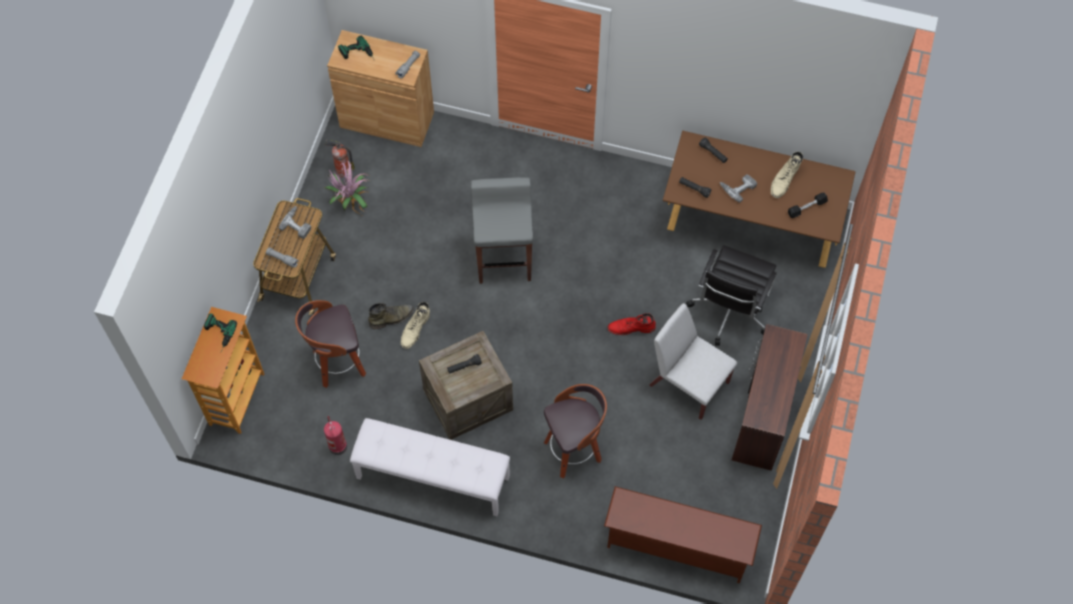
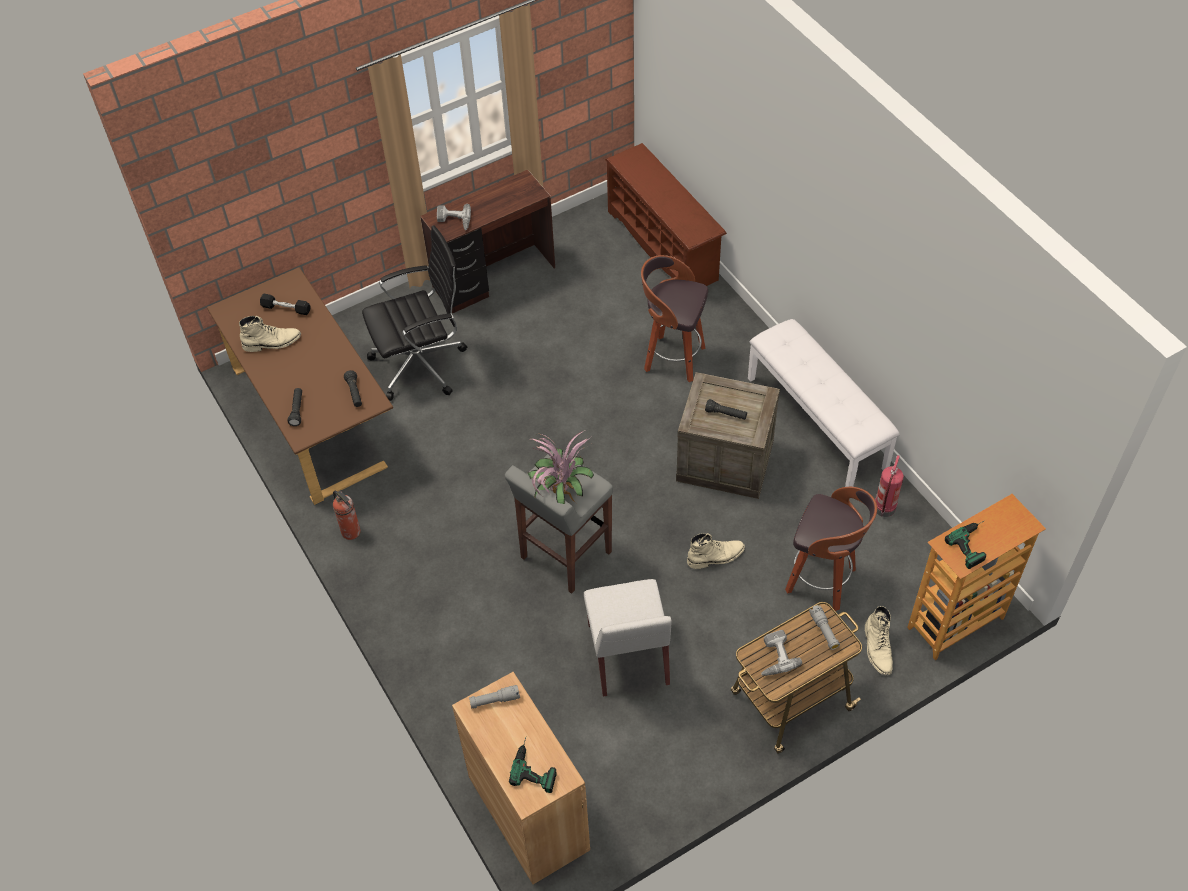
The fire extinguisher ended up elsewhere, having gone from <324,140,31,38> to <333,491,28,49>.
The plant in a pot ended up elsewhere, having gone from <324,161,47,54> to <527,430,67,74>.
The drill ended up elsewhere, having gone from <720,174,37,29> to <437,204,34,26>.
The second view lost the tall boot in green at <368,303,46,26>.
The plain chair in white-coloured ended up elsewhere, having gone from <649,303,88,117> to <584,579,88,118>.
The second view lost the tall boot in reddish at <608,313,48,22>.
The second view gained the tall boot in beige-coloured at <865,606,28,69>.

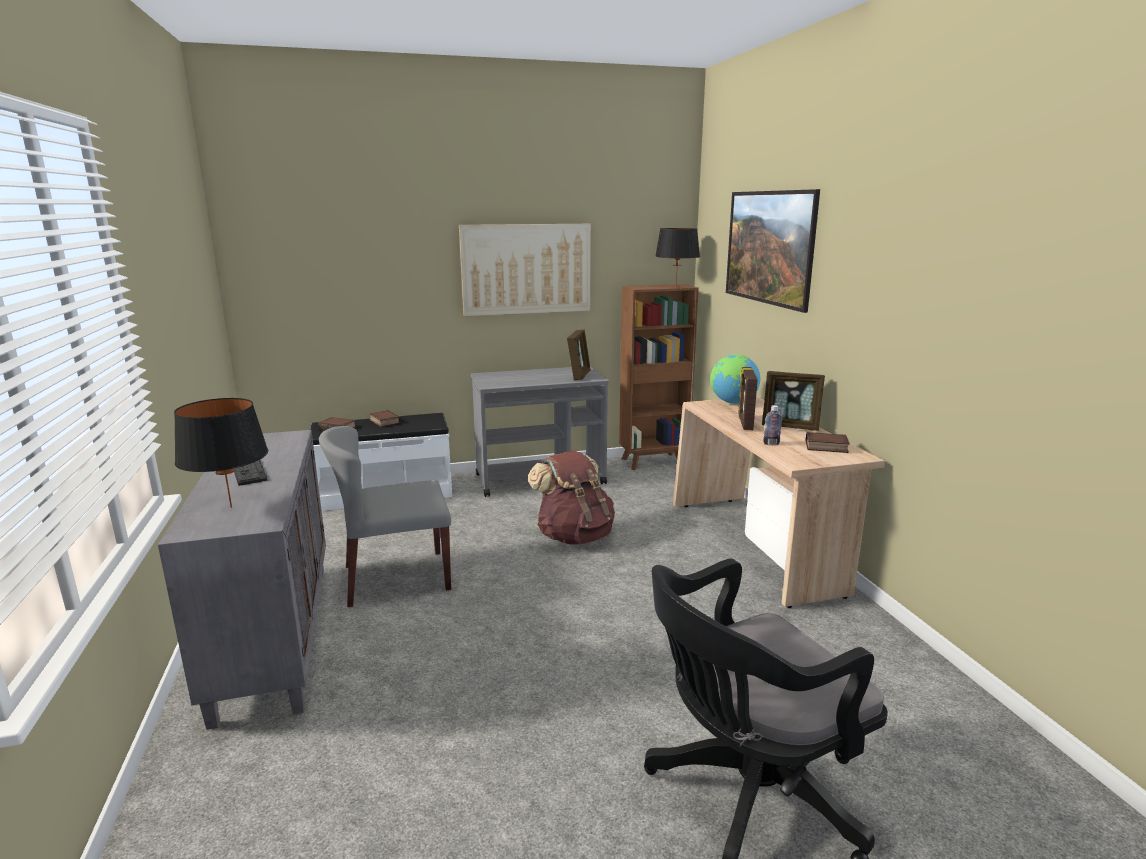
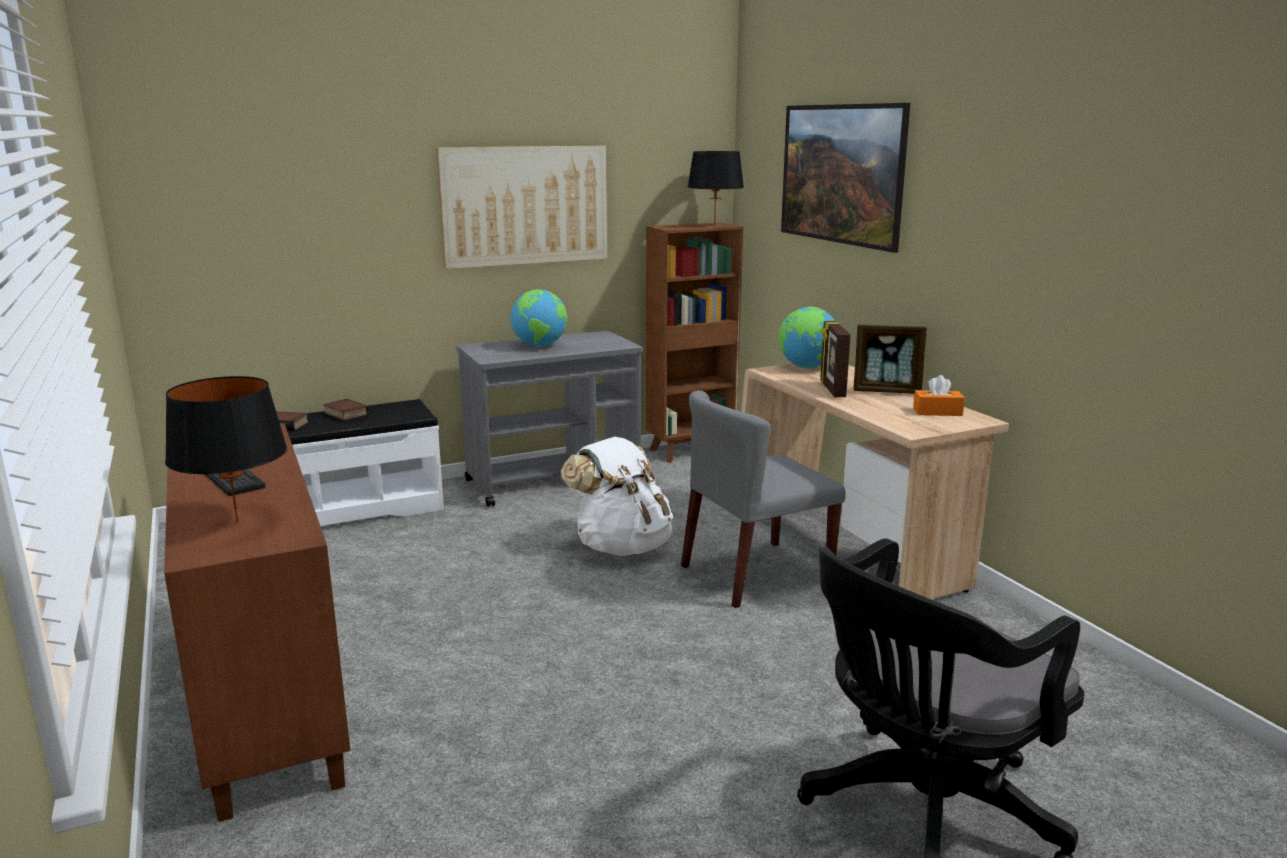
The second view lost the standing frame at <567,329,24,51>.
The second view lost the drink bottle at <763,405,19,40>.
The plain chair in gray ended up elsewhere, having gone from <319,426,132,181> to <681,390,165,218>.
What was the cupboard in gray at <158,430,168,300> turned into the cupboard in brown at <164,423,187,399>.
Where the book stood at <806,432,44,21>, the tissue holder in orange came to stand at <913,375,52,41>.
What was the backpack in brown at <528,450,87,94> turned into the backpack in white-coloured at <561,437,112,119>.
The second view gained the globe at <511,289,56,58>.

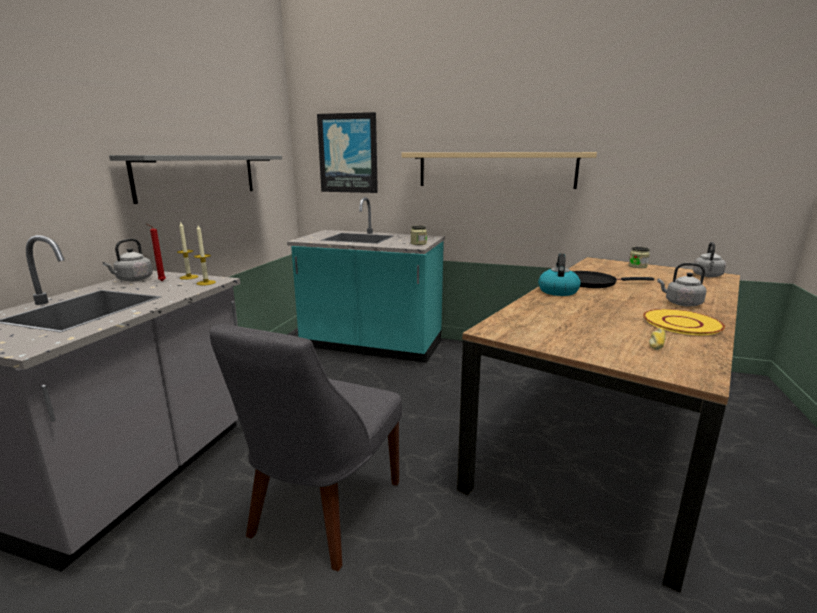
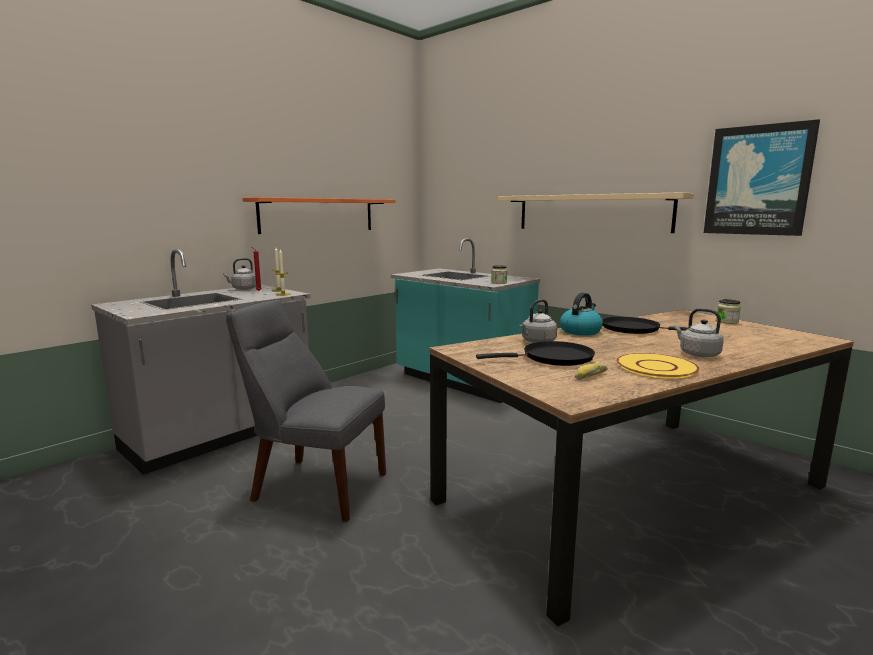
The wall art ended up elsewhere, having gone from <317,112,61,81> to <704,119,116,117>.
What was the bracket shelf in gray at <109,155,173,49> turned into the bracket shelf in orange at <243,197,152,37>.
The kettle in gray ended up elsewhere, having gone from <693,242,33,35> to <519,299,38,44>.
The plain chair in gray at <210,324,192,247> ended up facing another way, 60 degrees clockwise from before.
The second view gained the skillet in black-coloured at <476,341,119,25>.

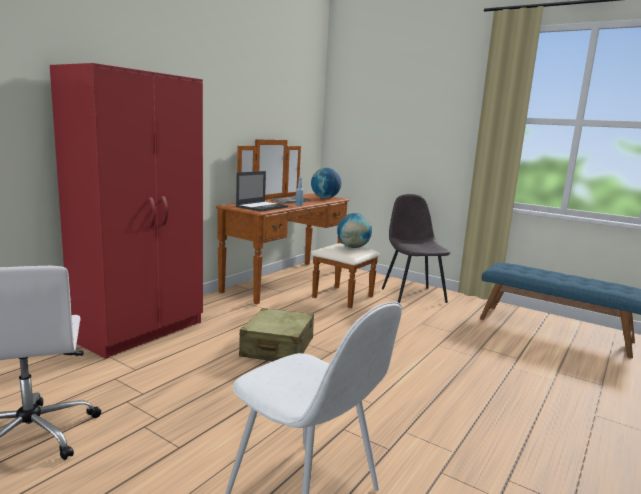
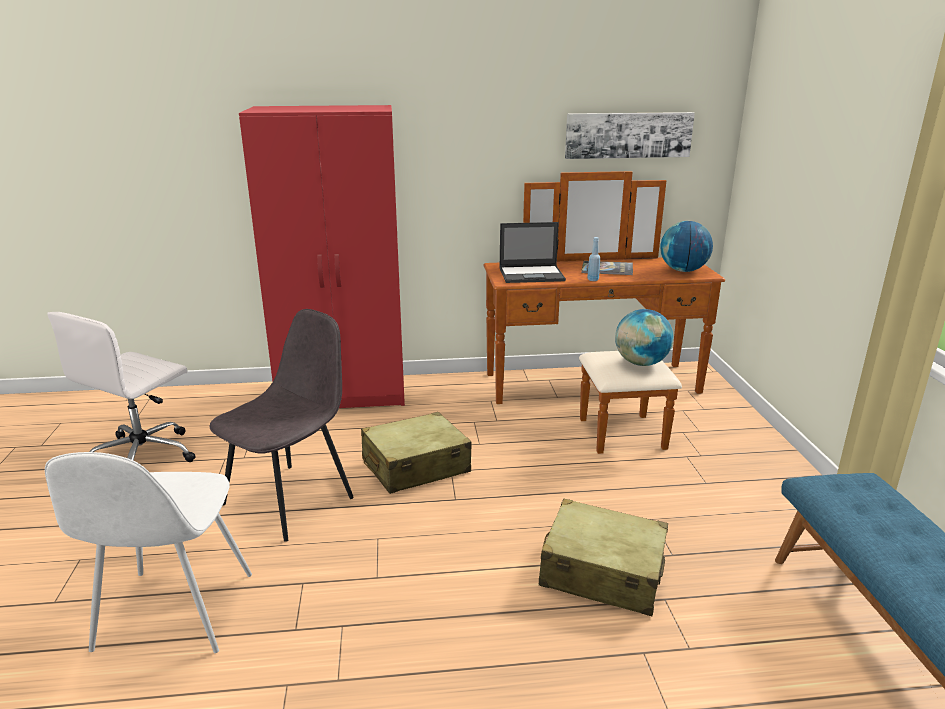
The plain chair in gray ended up elsewhere, having gone from <382,194,68,109> to <210,309,144,233>.
The second view gained the wall art at <565,112,130,47>.
The second view gained the suitcase in beige-coloured at <539,498,129,118>.

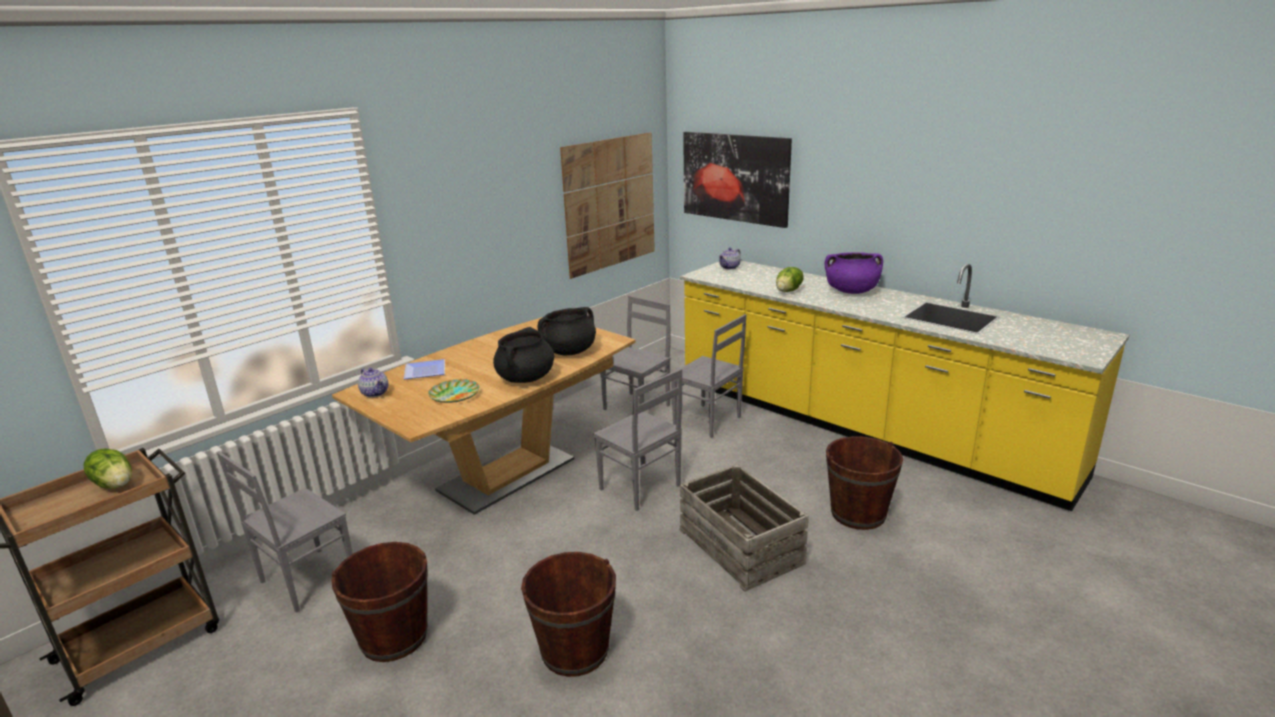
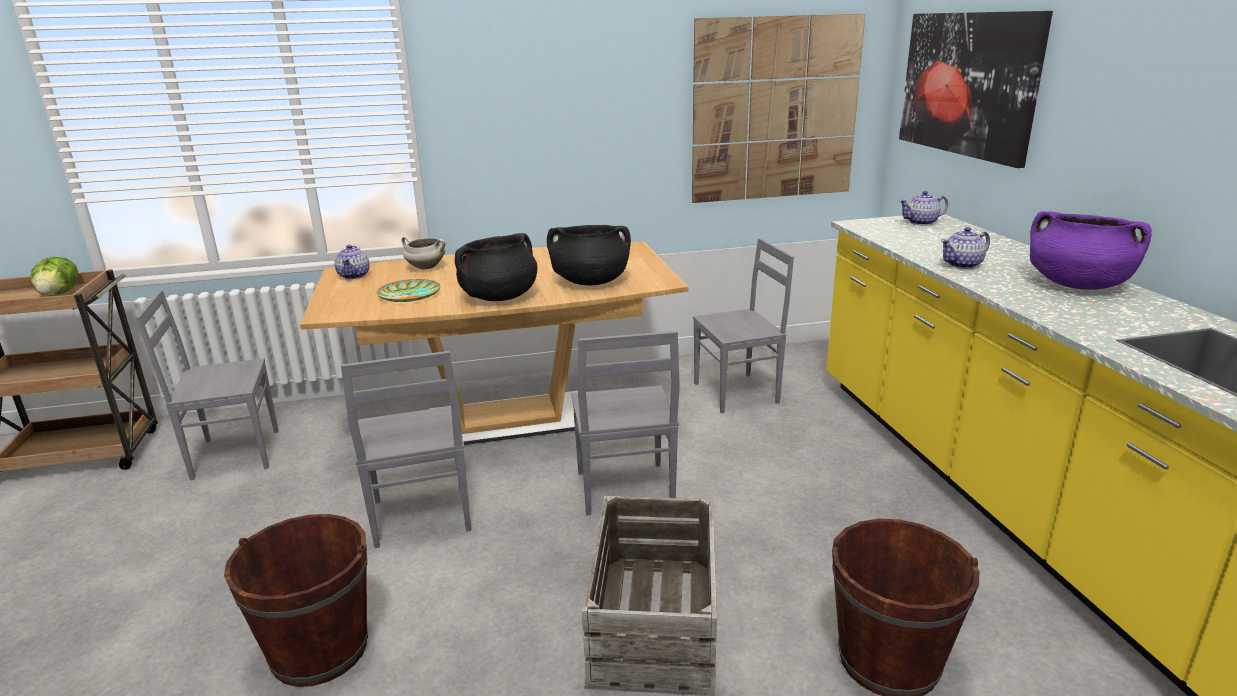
Where the lettuce stood at <776,267,28,25>, the tea pot came to stand at <941,227,49,42>.
The plain chair in gray ended up elsewhere, having gone from <671,314,75,124> to <341,351,130,197>.
Where the dinner plate stood at <404,359,41,20>, the saucepot in white-coloured came to stand at <401,236,45,34>.
The second view lost the pail in brown at <331,542,97,120>.

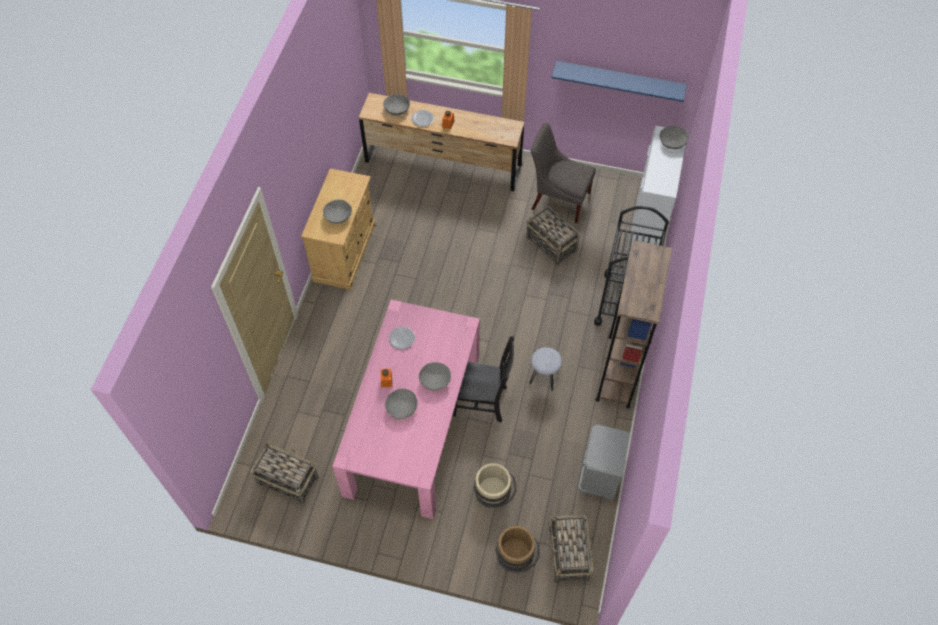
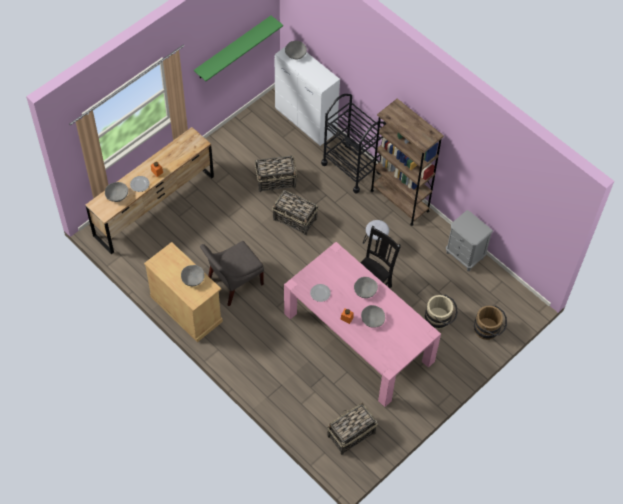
What was the bracket shelf in blue-coloured at <551,61,136,41> turned into the bracket shelf in green at <194,16,89,65>.
The plain chair in gray ended up elsewhere, having gone from <531,123,65,100> to <200,241,64,65>.
The storage basket ended up elsewhere, having gone from <549,515,44,68> to <272,190,46,45>.

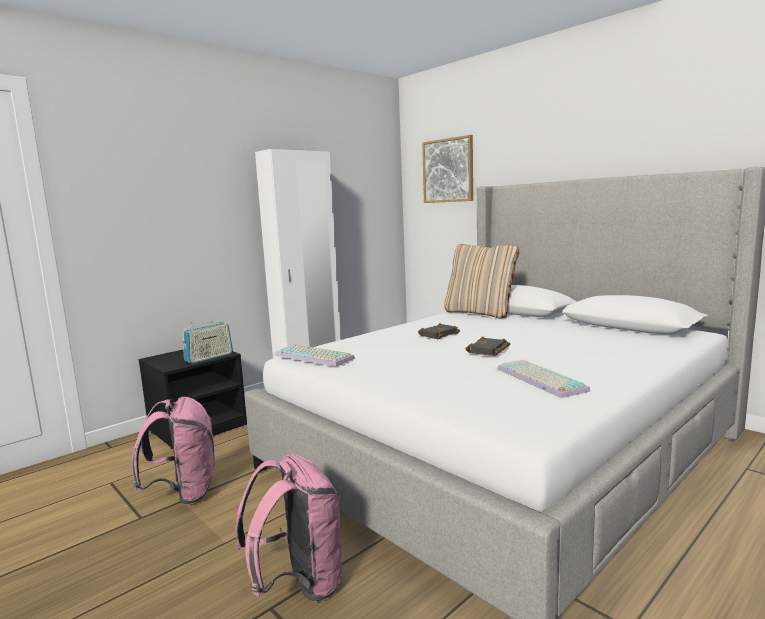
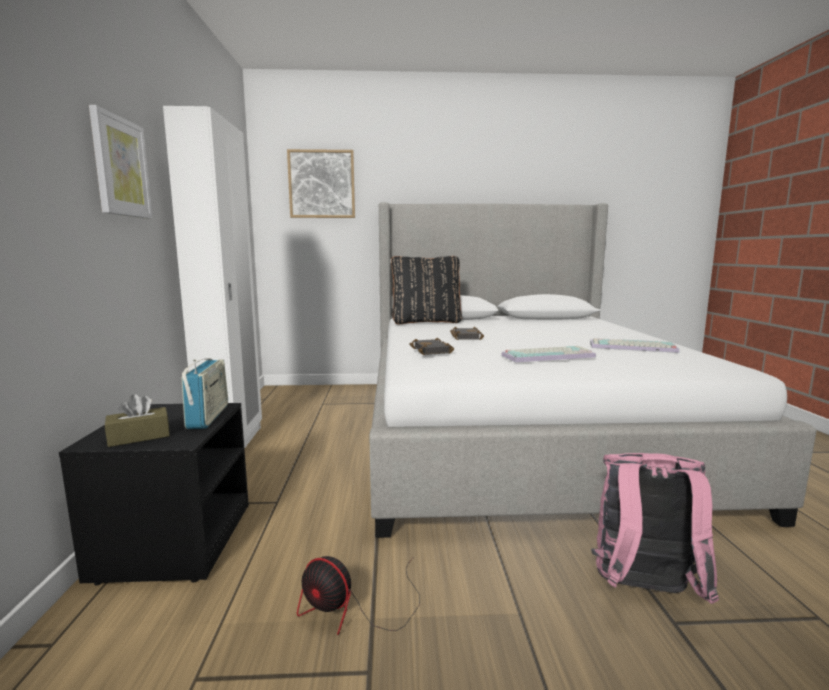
What was the cushion in beige-coloured at <444,244,75,75> turned into the cushion in black-coloured at <391,256,71,68>.
The book in black-coloured ended up elsewhere, having gone from <465,337,45,19> to <409,338,45,17>.
The computer keyboard ended up elsewhere, having gone from <275,344,80,22> to <501,346,95,16>.
Where the backpack in pinkish stood at <132,397,83,108>, the fan came to stand at <297,556,123,79>.
The second view gained the wall art at <89,105,64,114>.
The second view gained the tissue holder in brown at <105,394,65,53>.

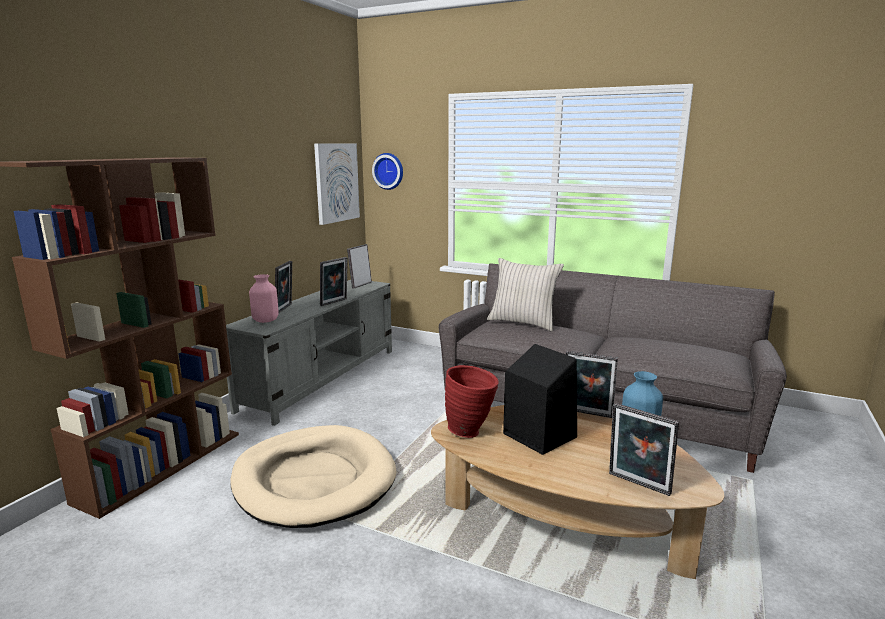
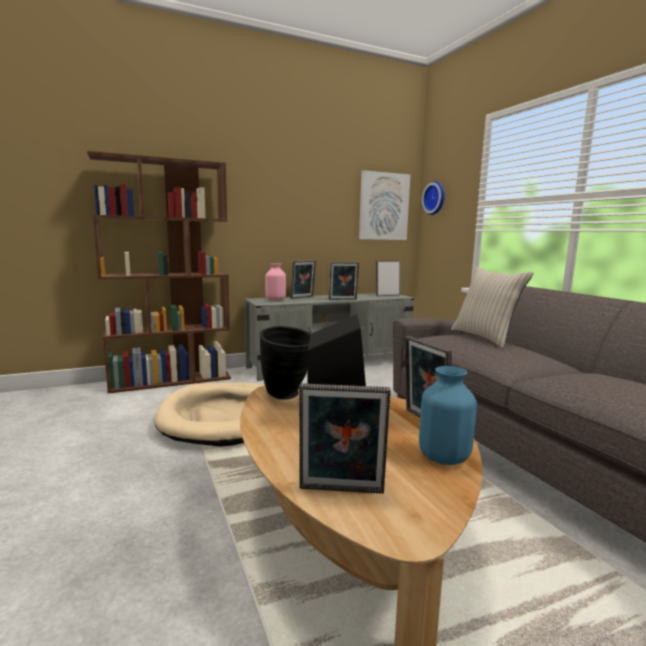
What was the decorative vase in reddish at <445,365,54,73> turned into the decorative vase in black-coloured at <260,326,51,74>.
The standing frame at <609,403,70,93> ended up facing another way, 75 degrees counterclockwise from before.

